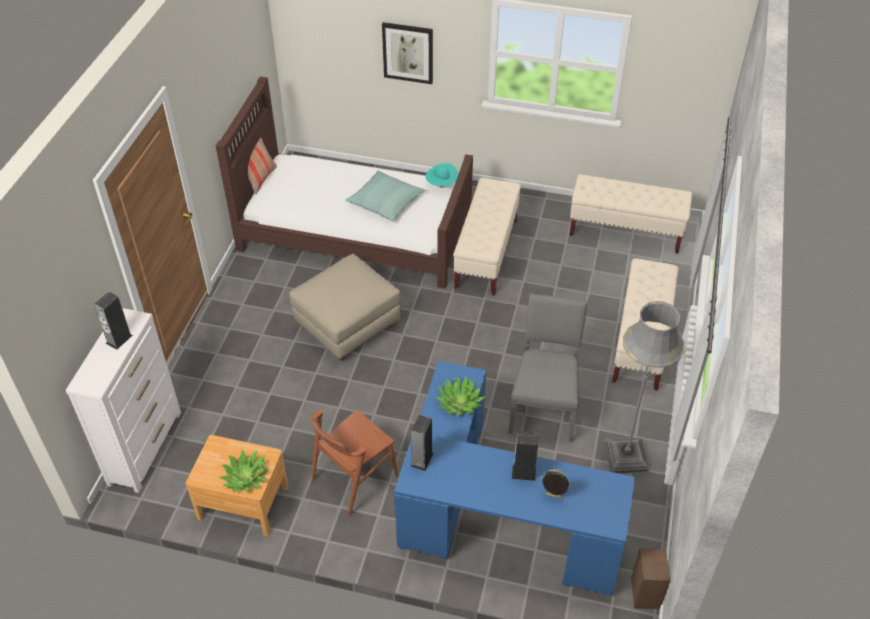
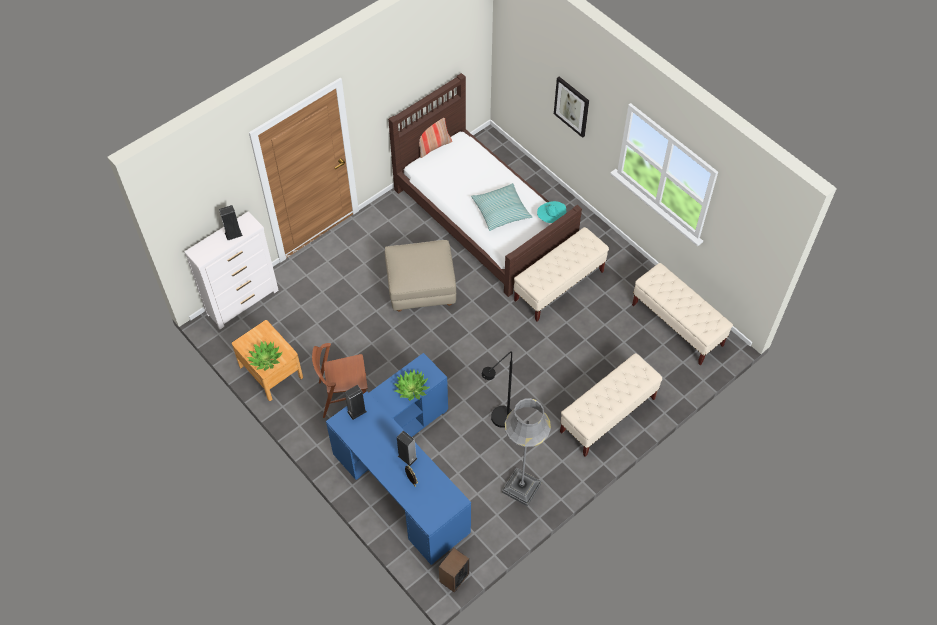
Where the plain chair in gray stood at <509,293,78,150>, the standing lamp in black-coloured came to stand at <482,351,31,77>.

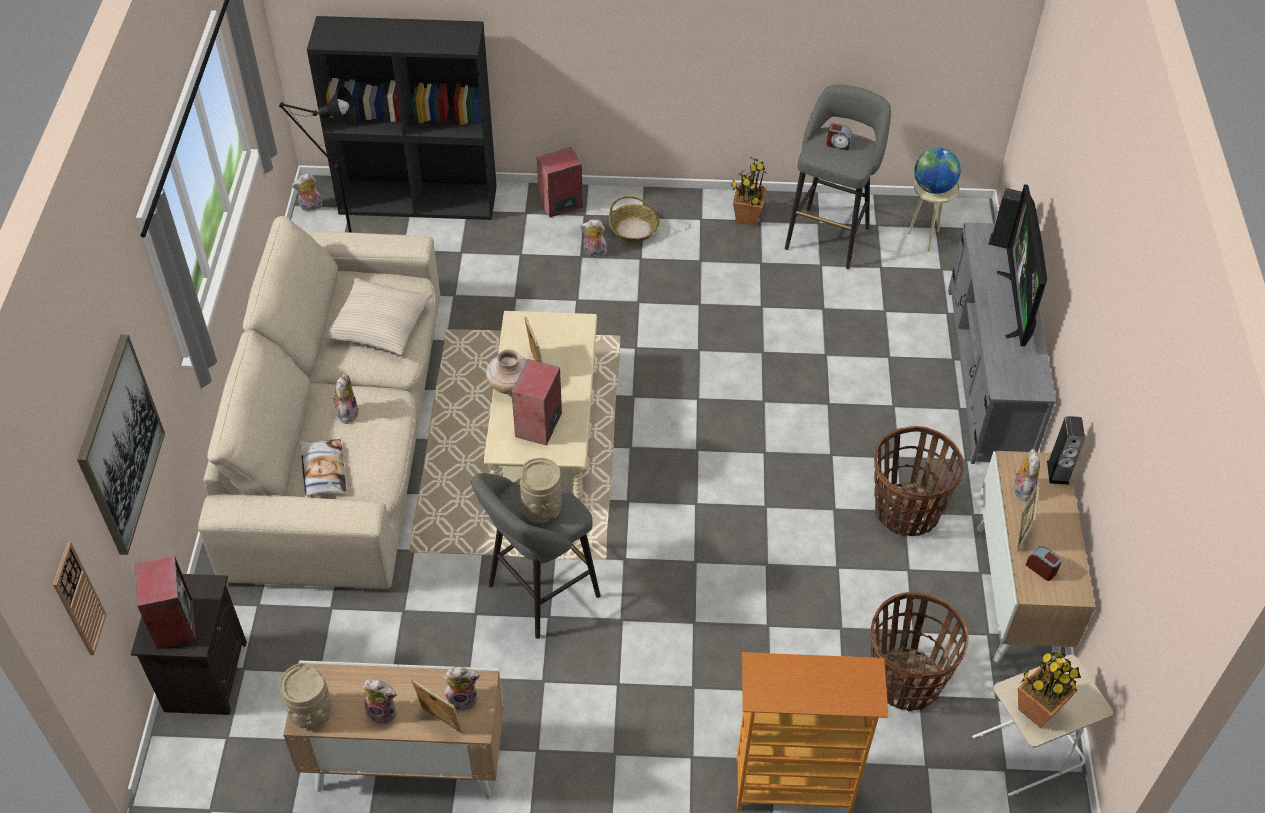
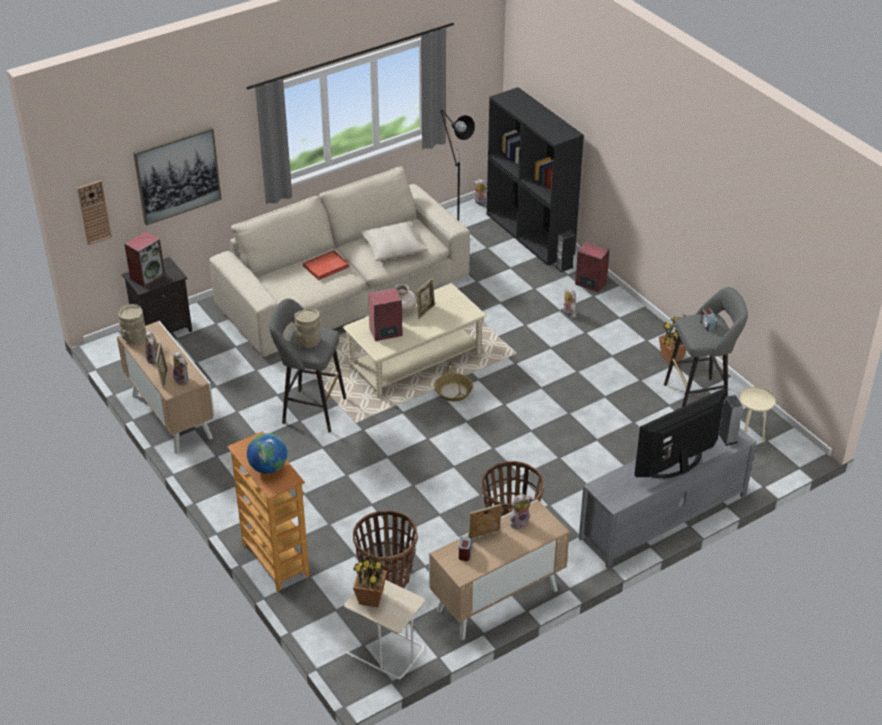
The globe ended up elsewhere, having gone from <914,148,47,46> to <247,433,40,41>.
The storage basket ended up elsewhere, having gone from <609,196,51,46> to <434,363,39,38>.
Where the cuddly toy stood at <331,374,28,50>, the tray in reddish came to stand at <302,249,48,31>.
The speaker ended up elsewhere, having gone from <1047,416,38,69> to <555,231,20,41>.
The second view lost the cushion at <300,439,46,57>.

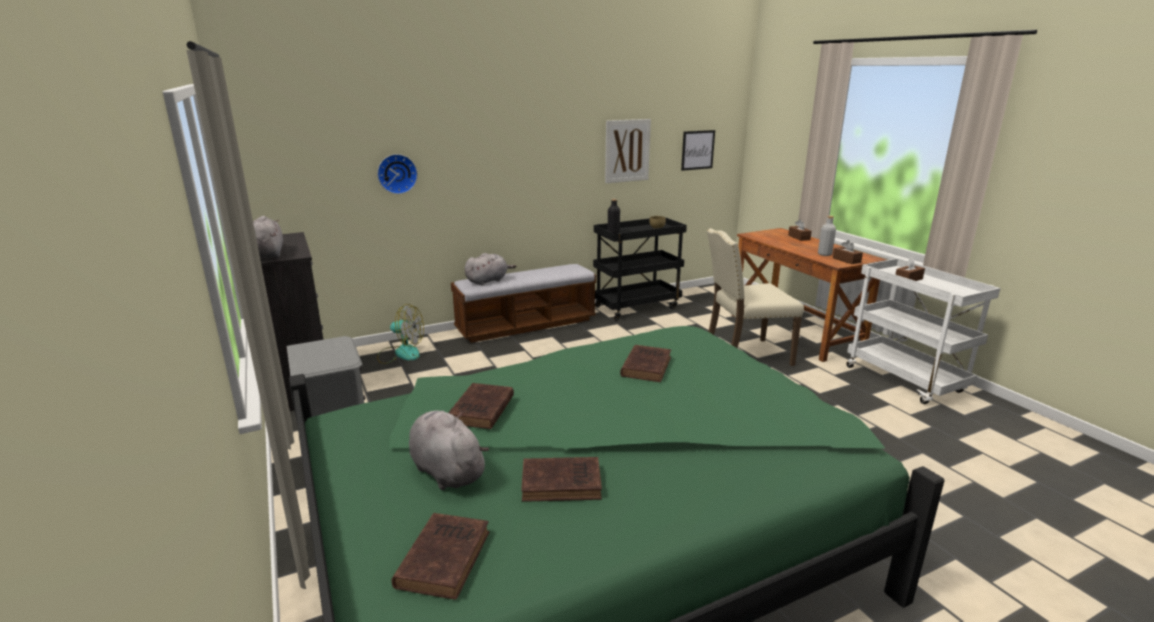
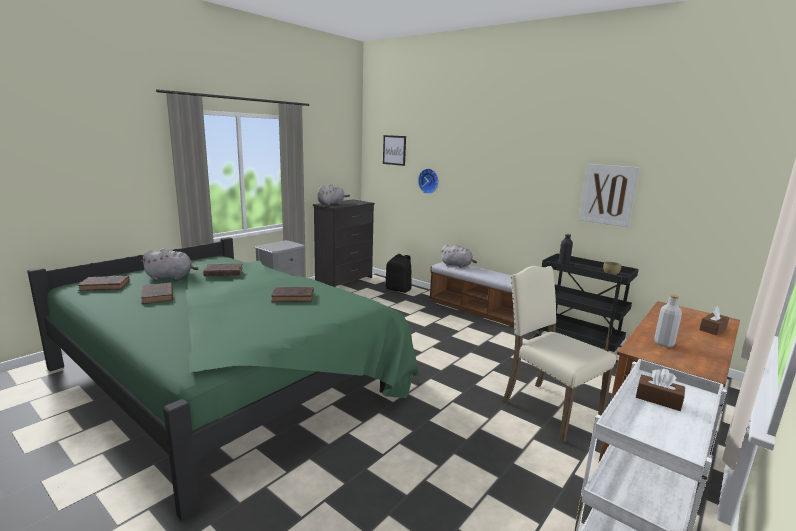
The wall art ended up elsewhere, having gone from <681,130,34,41> to <383,135,23,31>.
The second view lost the tissue holder in brown at <833,240,30,24>.
Where the fan stood at <377,304,47,60>, the backpack in black-coloured came to stand at <385,254,27,39>.
The cuddly toy in gray at <409,411,80,79> ended up facing another way, 60 degrees clockwise from before.

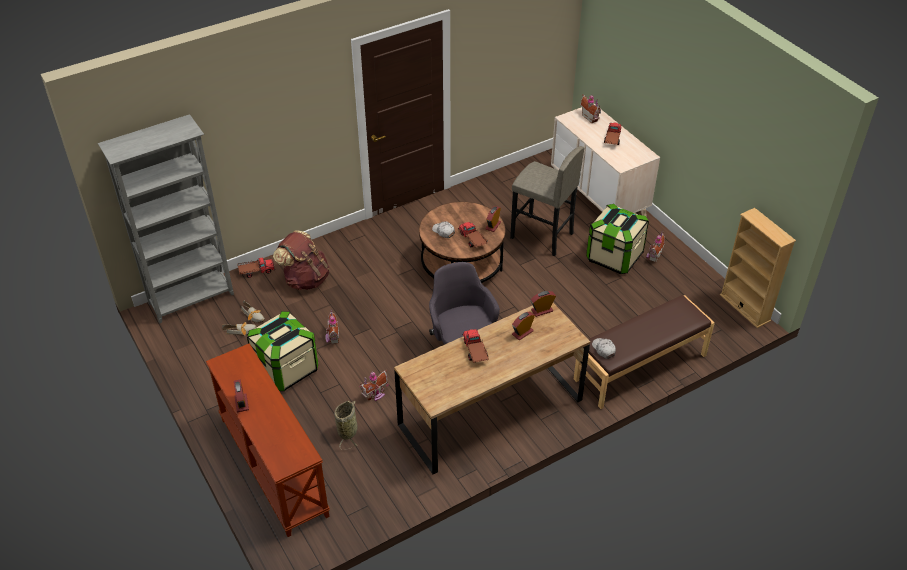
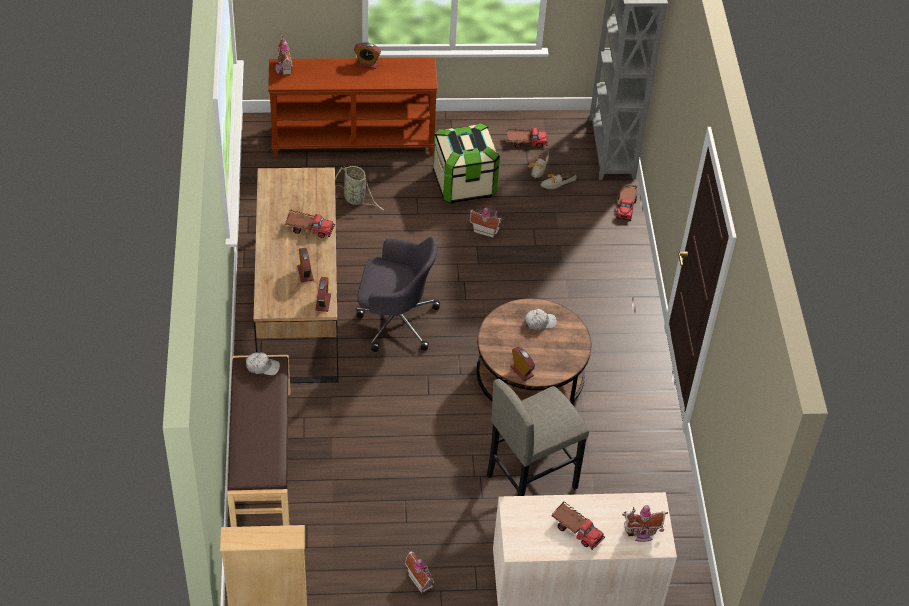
The second view lost the storage bin at <586,204,63,70>.
The toy lorry ended up elsewhere, having gone from <458,222,30,25> to <507,128,41,20>.
The second view lost the backpack in brown at <273,230,56,60>.
The miniature house ended up elsewhere, having gone from <359,370,30,31> to <276,35,17,40>.

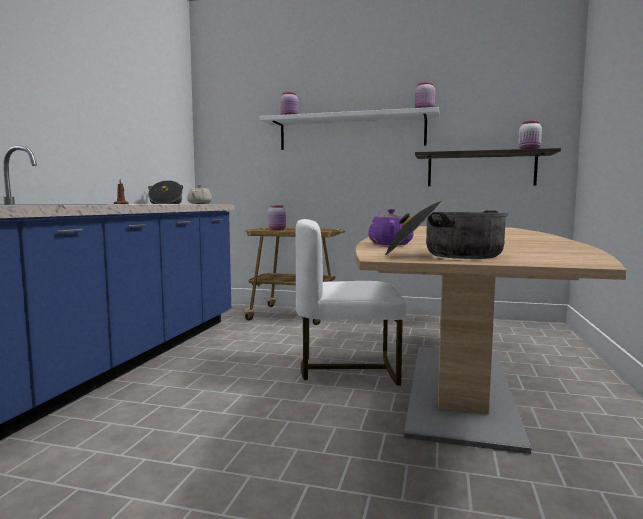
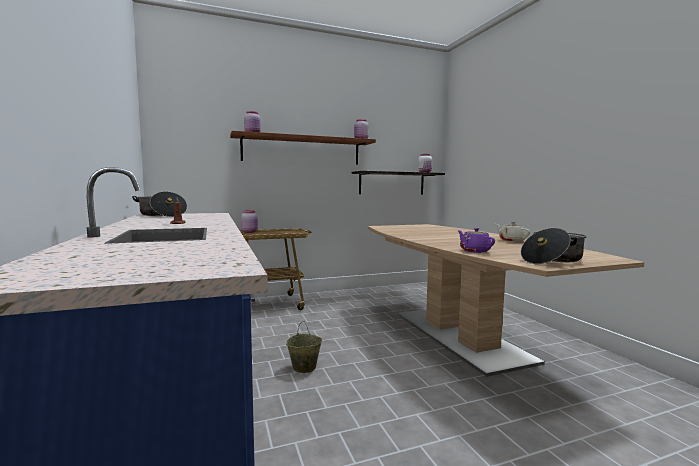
What was the bracket shelf in white-coloured at <260,107,179,43> turned into the bracket shelf in brown at <230,131,146,34>.
The tea pot in beige-coloured ended up elsewhere, having gone from <187,185,25,19> to <496,222,34,20>.
The second view lost the plain chair in white-coloured at <295,219,112,167>.
The second view gained the pail in beige-coloured at <286,321,36,52>.

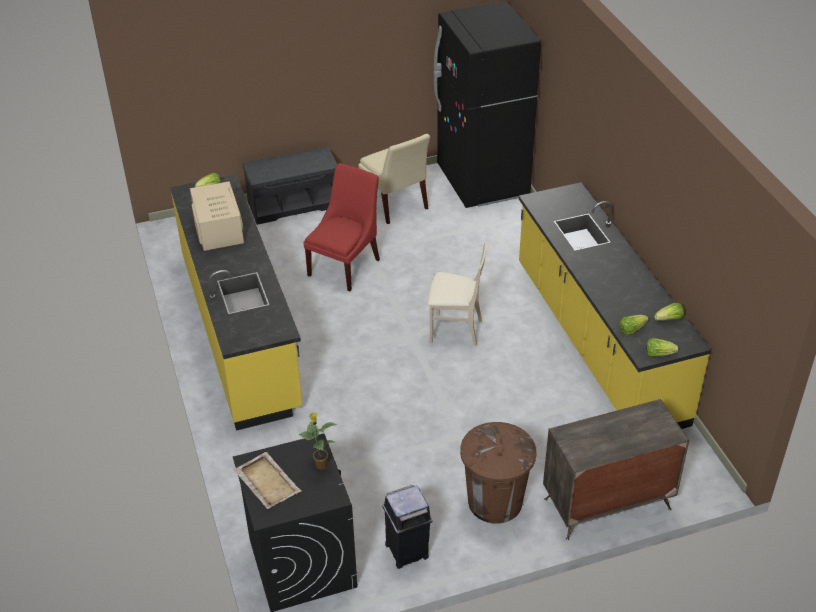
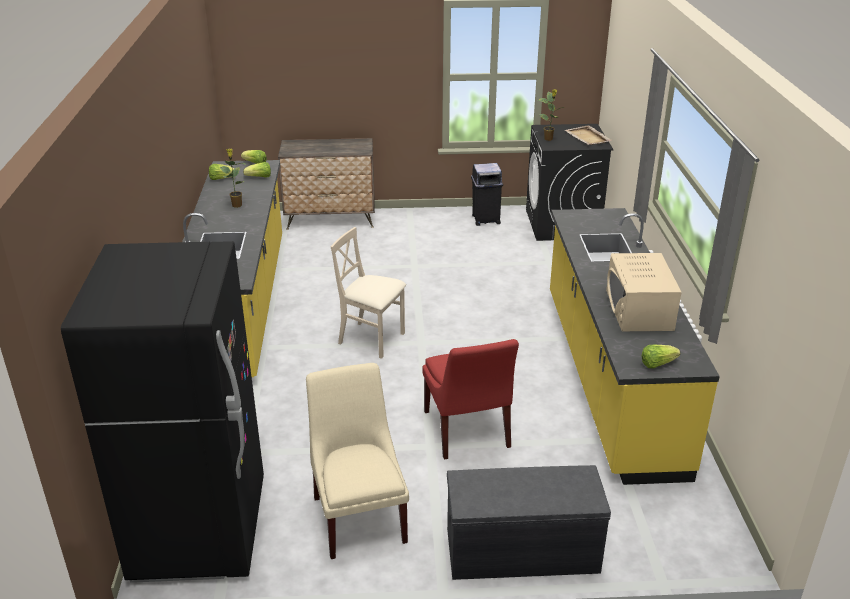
The plain chair in reddish at <304,163,76,128> ended up facing another way, 60 degrees counterclockwise from before.
The second view lost the rubbish bin in brown at <460,422,77,102>.
The second view gained the plant in a pot at <220,149,26,59>.

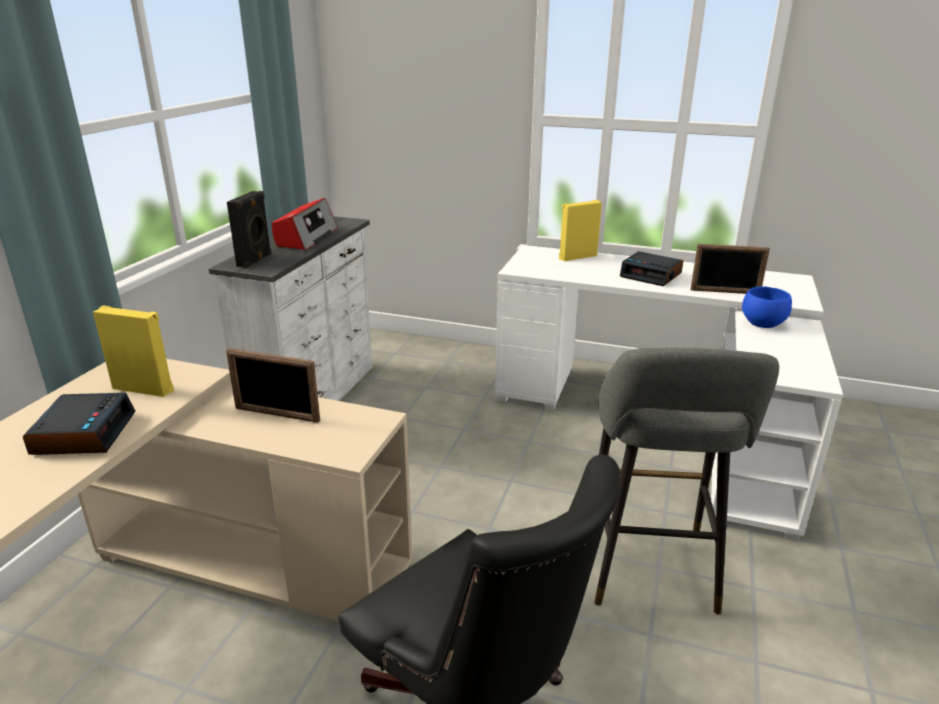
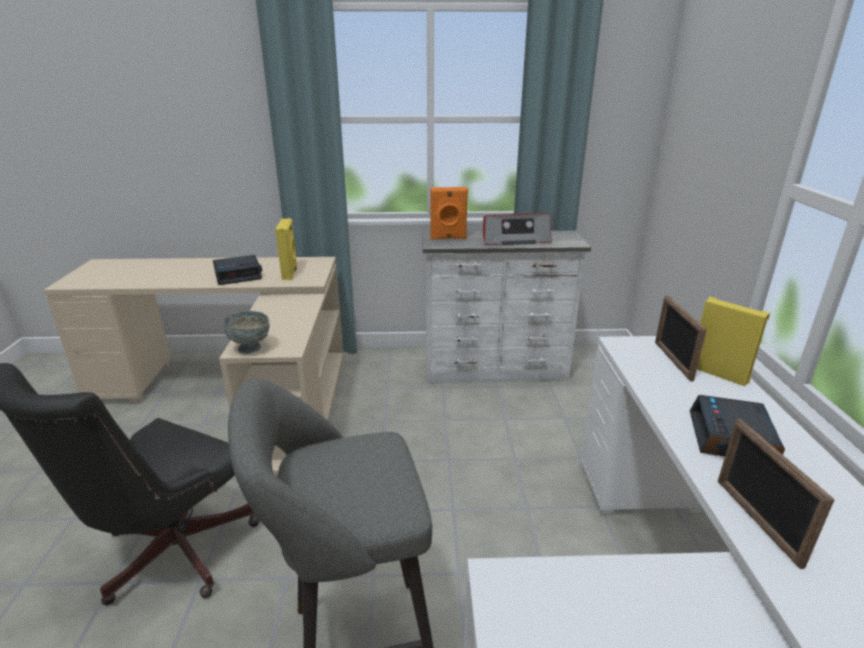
What was the speaker in black-coloured at <227,191,44,77> turned into the speaker in orange at <430,187,38,53>.
The second view lost the deep dish in blue-coloured at <742,286,50,42>.
The standing frame ended up elsewhere, having gone from <226,348,94,75> to <655,296,52,86>.
The second view gained the deep dish in gray at <224,311,46,43>.

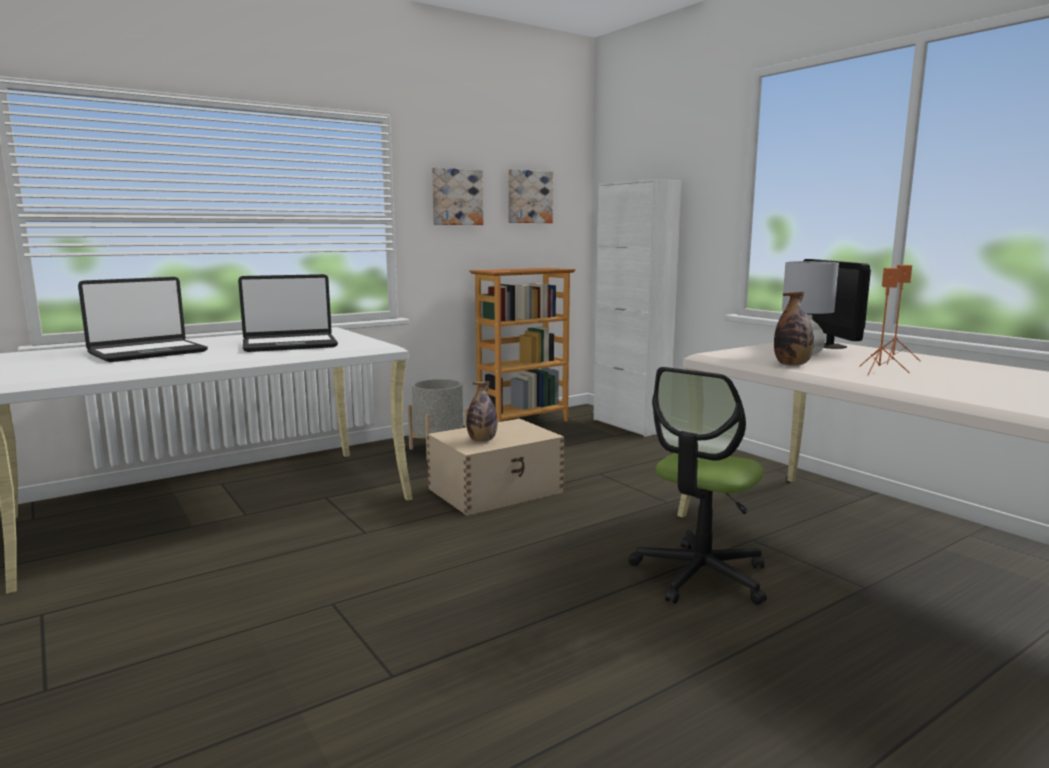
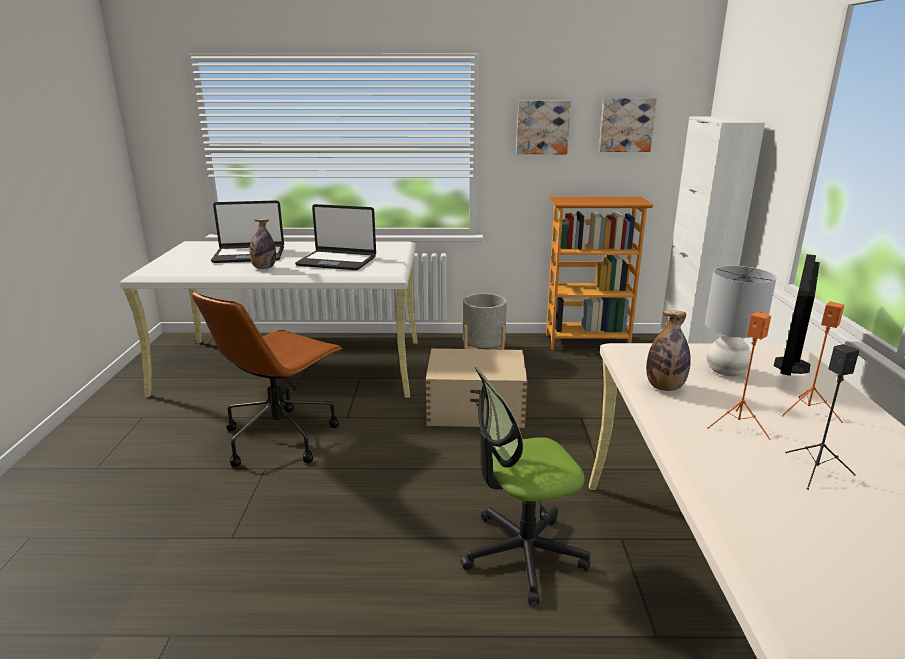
The drink bottle ended up elsewhere, having gone from <467,381,31,61> to <250,219,26,50>.
The second view gained the desk chair in brown at <192,291,151,176>.
The second view gained the speaker in black-coloured at <785,344,74,146>.

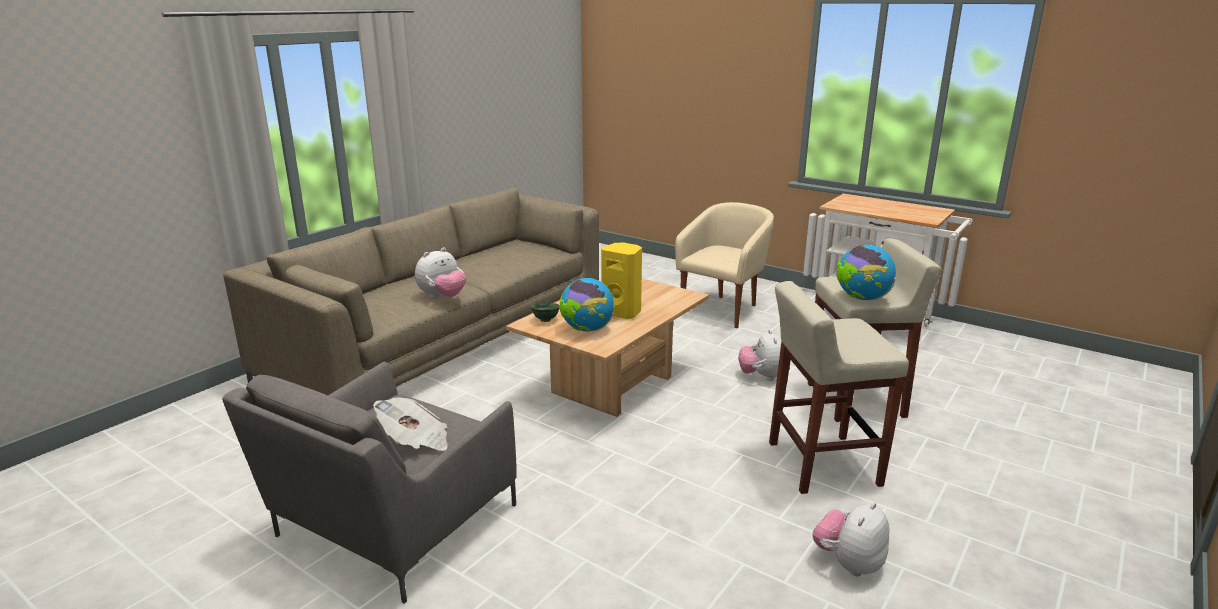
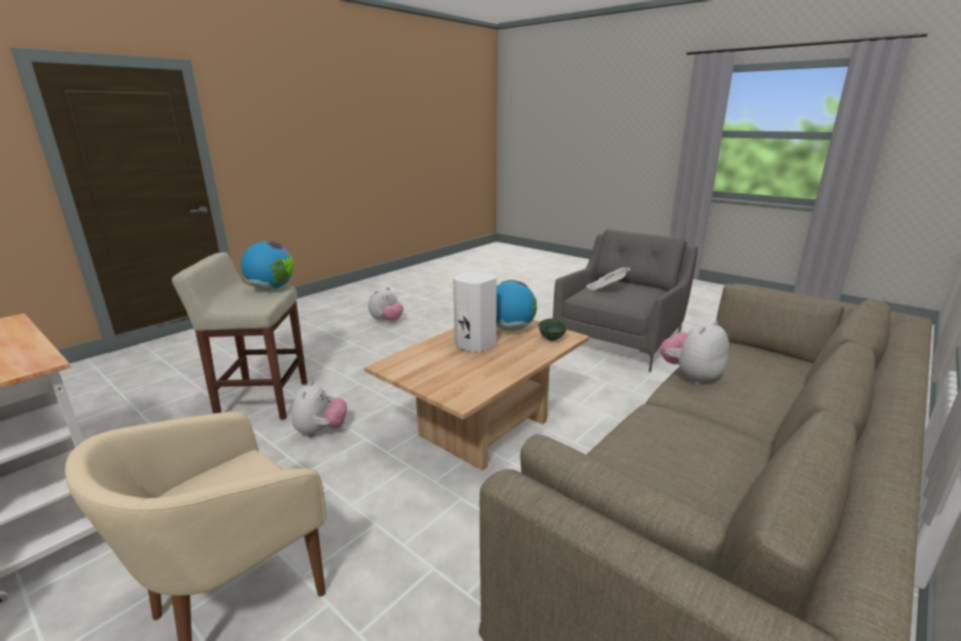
What was the speaker in yellow-coloured at <601,243,41,76> turned into the speaker in white-coloured at <453,271,44,81>.
The second view lost the stool seat in beige-coloured at <769,281,140,213>.

